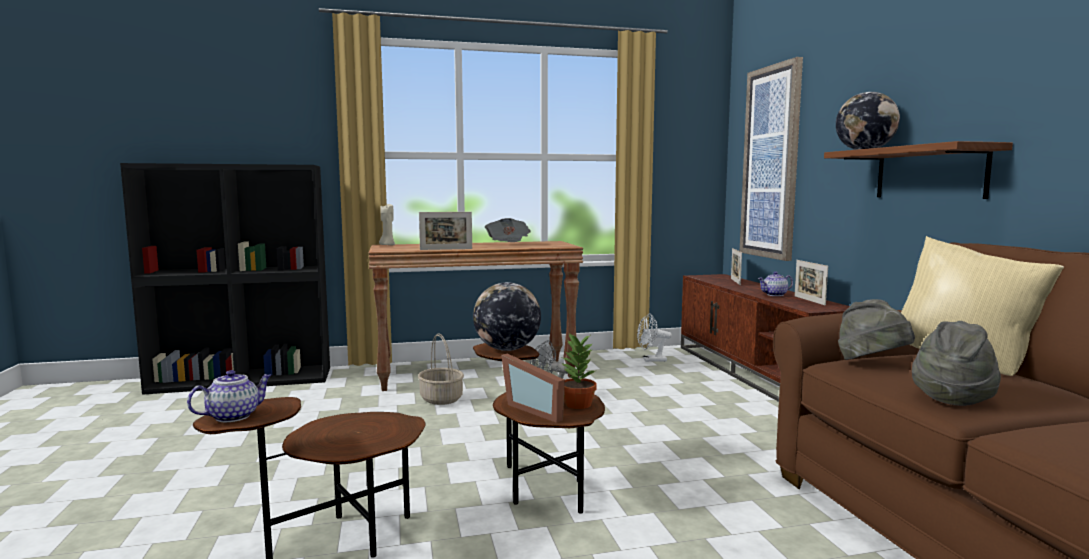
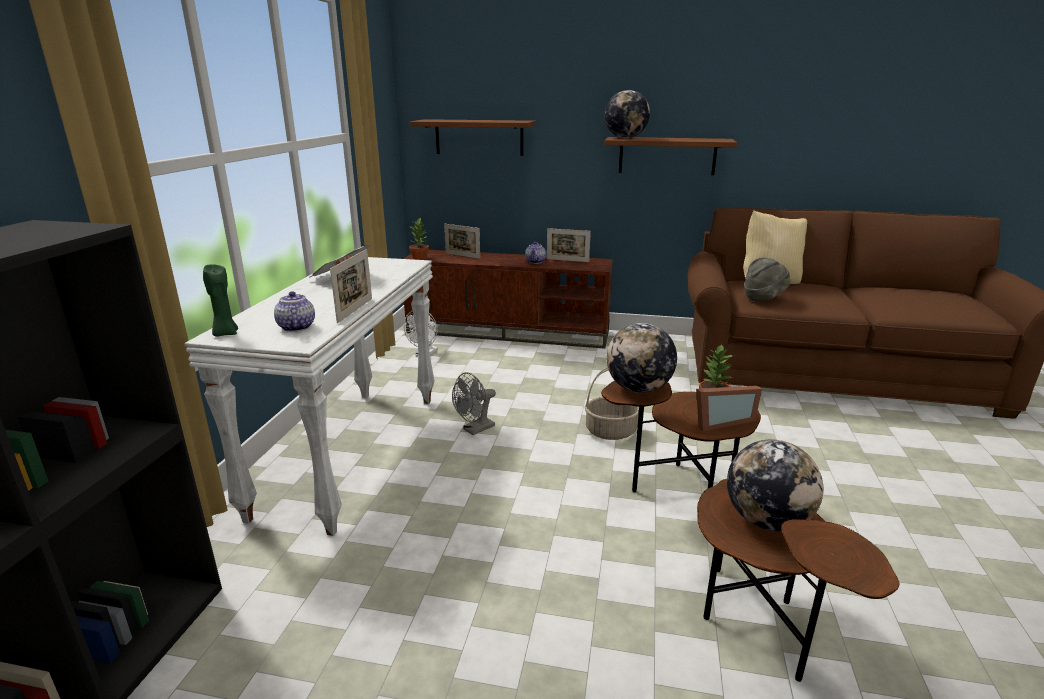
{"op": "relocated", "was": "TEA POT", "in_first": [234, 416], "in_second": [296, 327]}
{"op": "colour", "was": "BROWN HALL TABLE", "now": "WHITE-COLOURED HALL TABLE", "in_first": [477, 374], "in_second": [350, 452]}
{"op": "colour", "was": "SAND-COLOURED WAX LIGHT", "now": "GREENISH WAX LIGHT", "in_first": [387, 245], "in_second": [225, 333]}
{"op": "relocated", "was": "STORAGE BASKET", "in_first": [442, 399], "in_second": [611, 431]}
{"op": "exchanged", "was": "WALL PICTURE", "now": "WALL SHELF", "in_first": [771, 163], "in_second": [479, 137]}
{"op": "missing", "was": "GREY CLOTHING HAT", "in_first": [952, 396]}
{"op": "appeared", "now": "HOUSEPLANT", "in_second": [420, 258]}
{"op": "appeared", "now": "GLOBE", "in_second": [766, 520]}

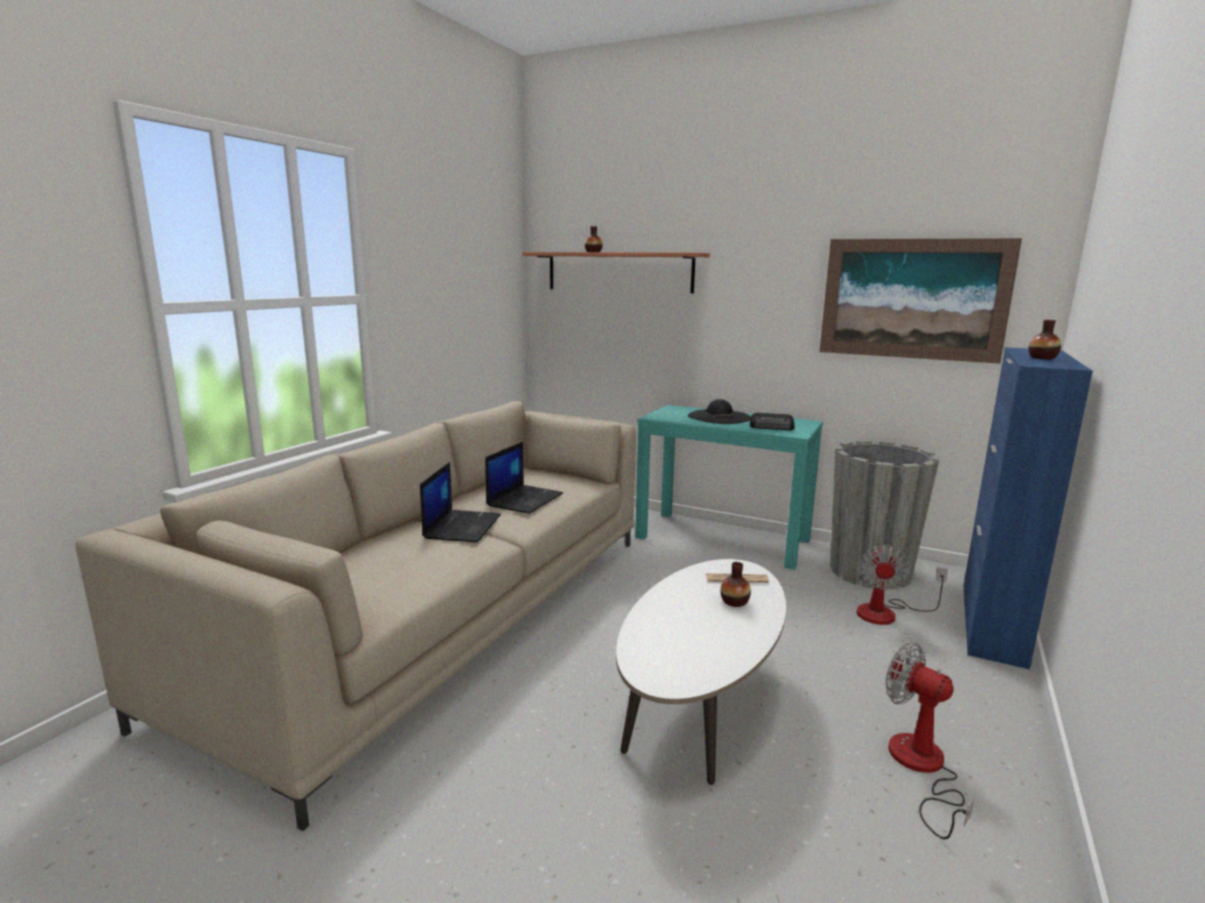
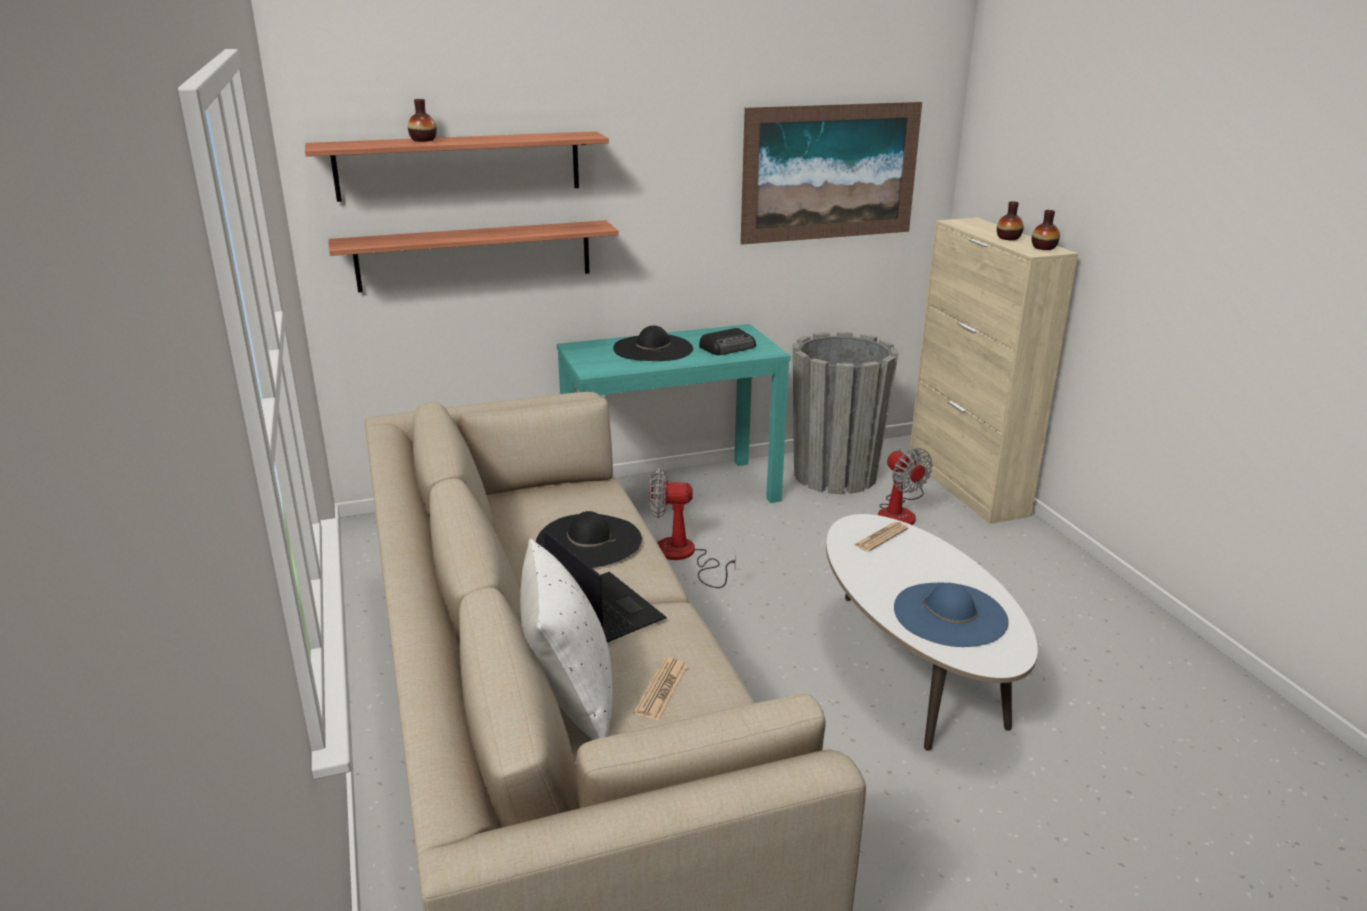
{"op": "exchanged", "was": "NOTEBOOK COMPUTER", "now": "BLACKISH CLOTHING HAT", "in_first": [525, 499], "in_second": [588, 540]}
{"op": "relocated", "was": "VASE", "in_first": [734, 602], "in_second": [1043, 248]}
{"op": "relocated", "was": "FAN", "in_first": [921, 768], "in_second": [684, 556]}
{"op": "colour", "was": "BLUISH CABINET", "now": "SAND-COLOURED CABINET", "in_first": [992, 623], "in_second": [966, 486]}
{"op": "appeared", "now": "WALL SHELF", "in_second": [475, 255]}
{"op": "appeared", "now": "WHITE-COLOURED THROW PILLOW", "in_second": [569, 700]}
{"op": "appeared", "now": "PRINTED PAPER", "in_second": [661, 689]}
{"op": "appeared", "now": "BLUISH CLOTHING HAT", "in_second": [950, 614]}

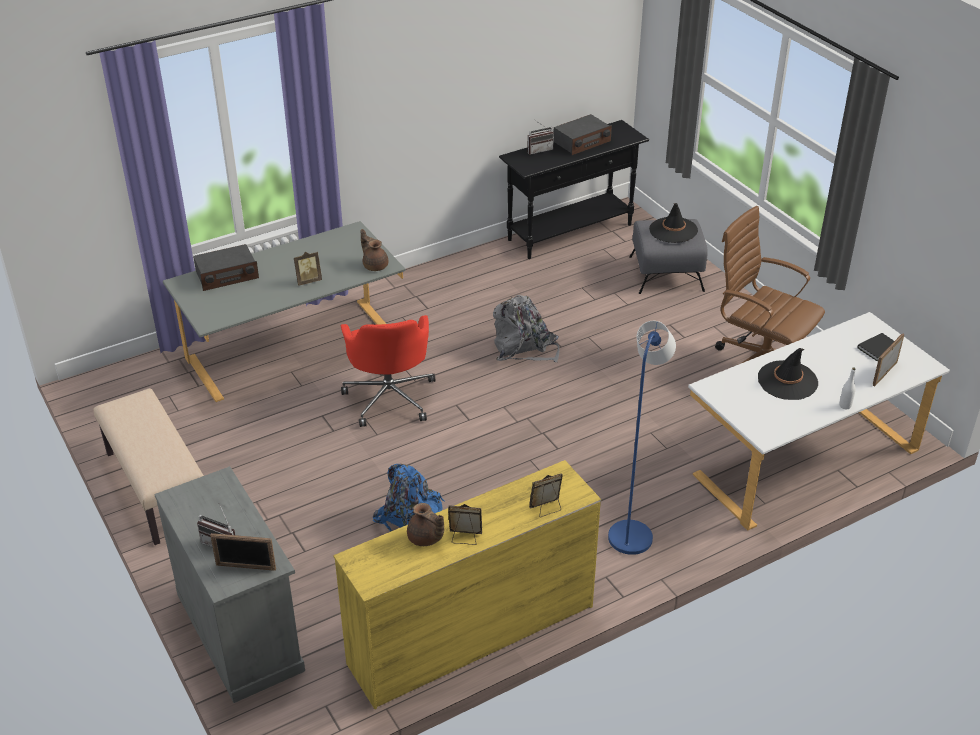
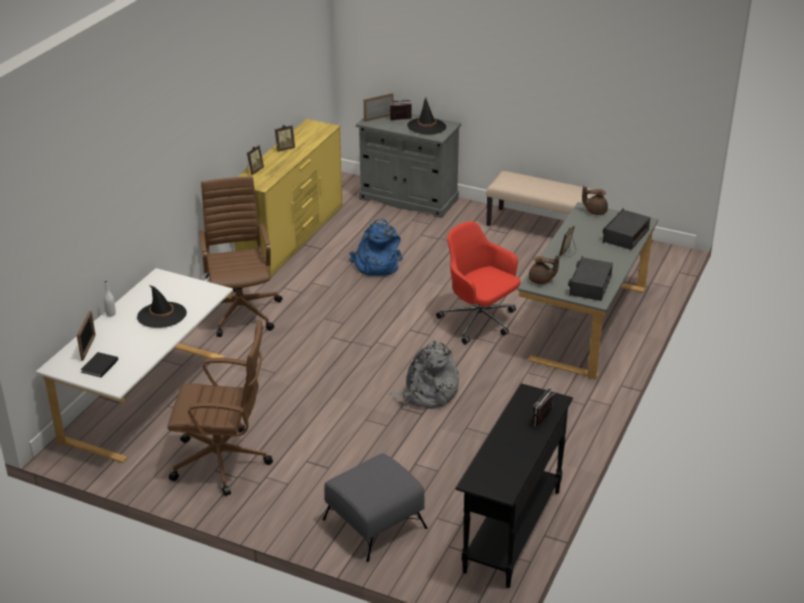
{"op": "relocated", "was": "BROWN TEA POT", "in_first": [425, 538], "in_second": [595, 211]}
{"op": "relocated", "was": "RADIO", "in_first": [582, 142], "in_second": [589, 286]}
{"op": "exchanged", "was": "BLUISH STANDING LAMP", "now": "BROWN COMPUTER CHAIR", "in_first": [633, 532], "in_second": [241, 311]}
{"op": "relocated", "was": "BLACKISH CLOTHING HAT", "in_first": [673, 230], "in_second": [426, 126]}

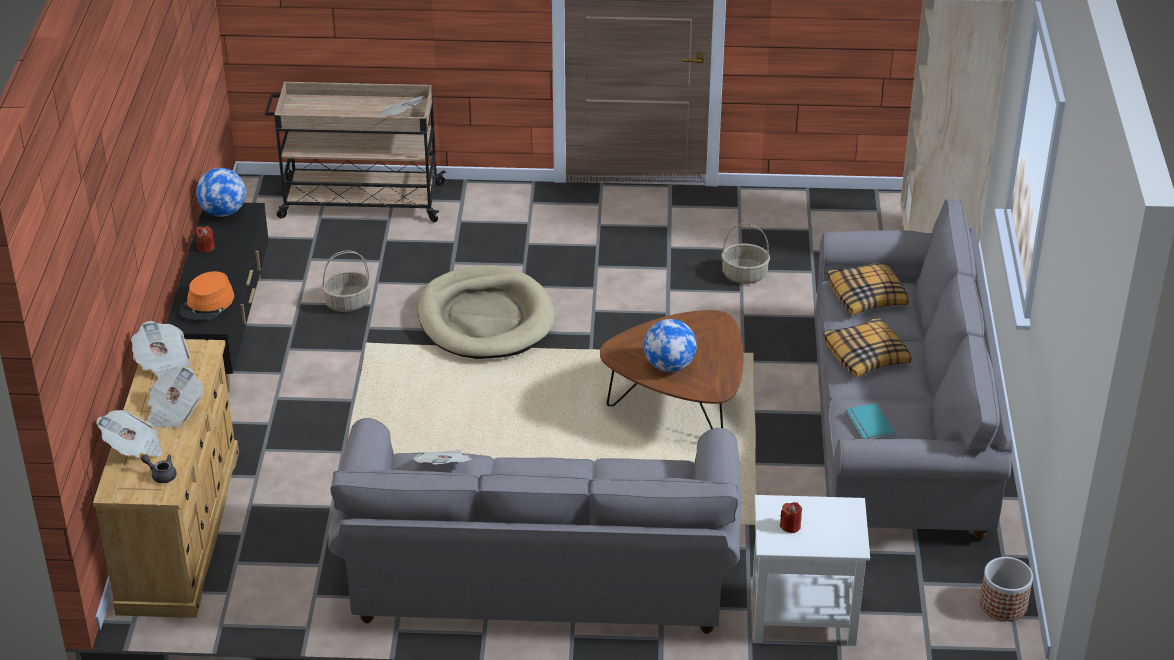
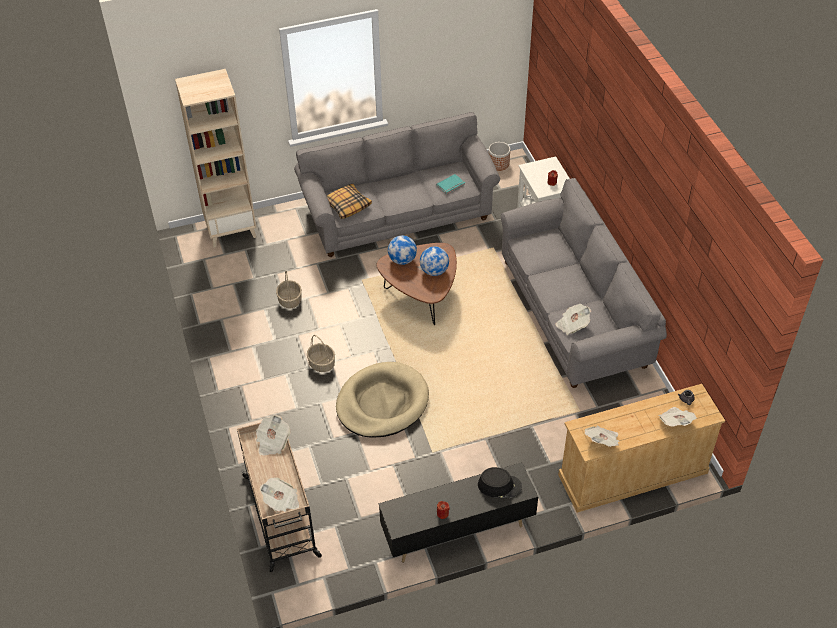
{"op": "relocated", "was": "PRINTED PAPER", "in_first": [174, 412], "in_second": [281, 501]}
{"op": "colour", "was": "ORANGE-COLOURED CLOTHING HAT", "now": "BLACKISH CLOTHING HAT", "in_first": [207, 304], "in_second": [499, 485]}
{"op": "relocated", "was": "GLOBE", "in_first": [223, 212], "in_second": [402, 260]}
{"op": "relocated", "was": "STORAGE BASKET", "in_first": [348, 302], "in_second": [321, 363]}
{"op": "missing", "was": "THROW PILLOW", "in_first": [866, 355]}

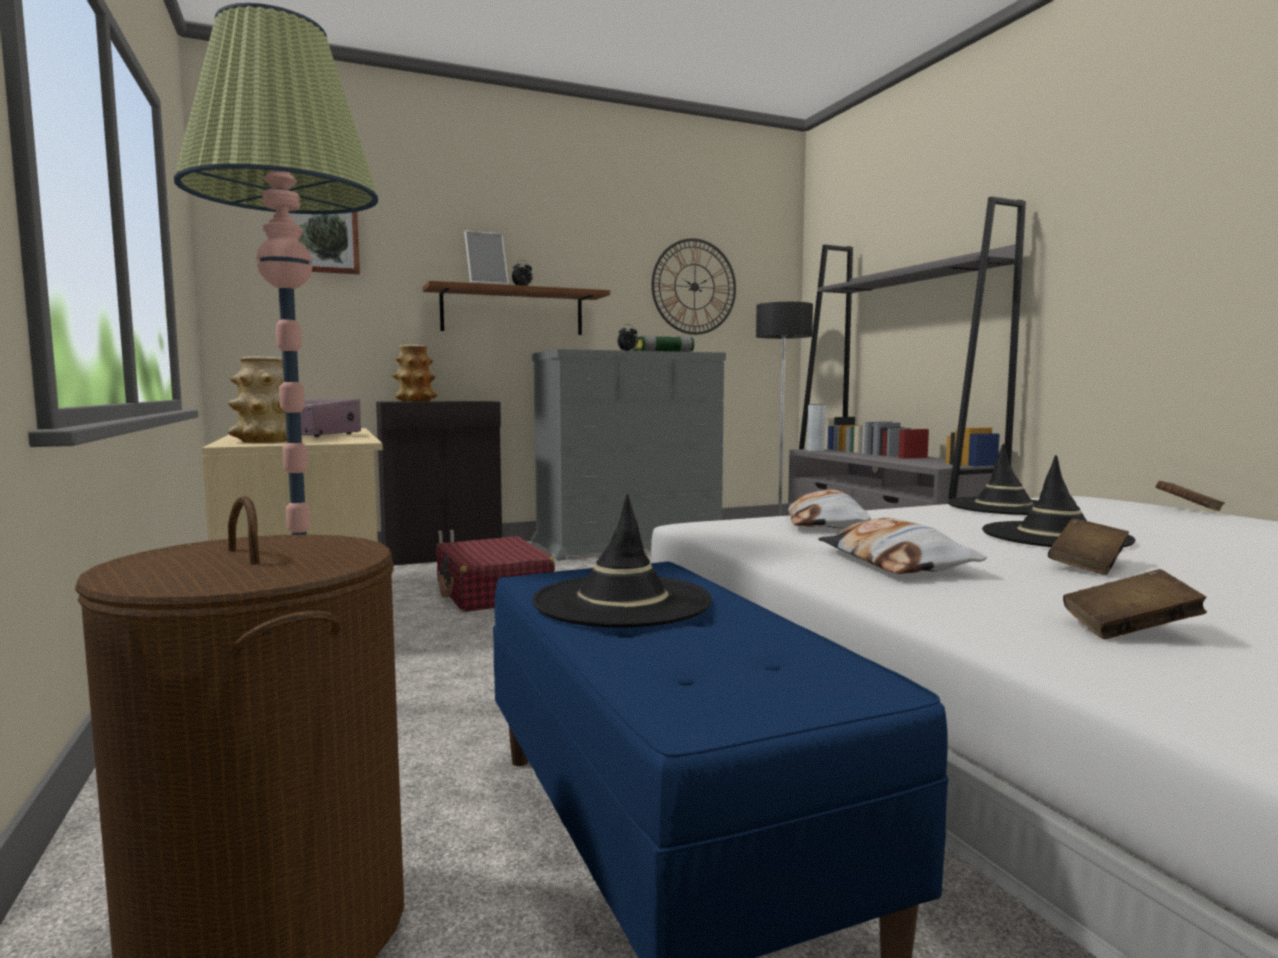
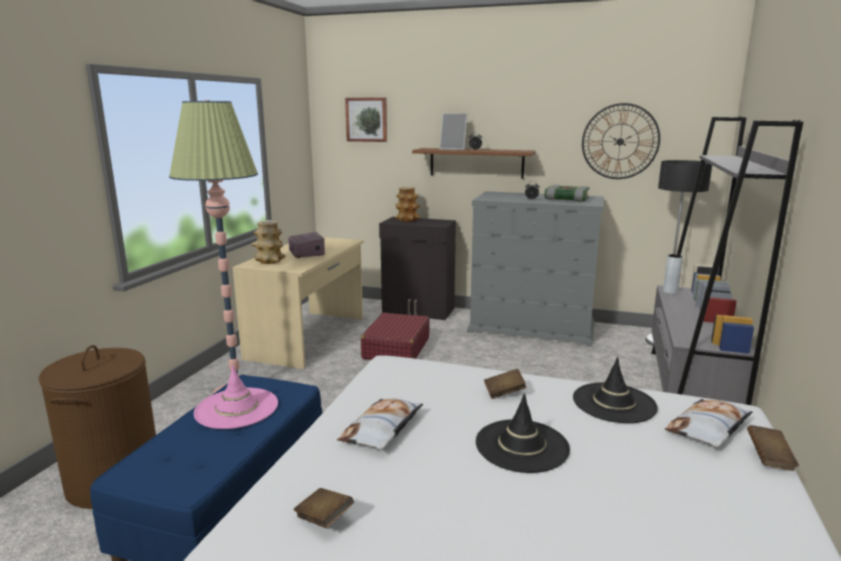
{"op": "colour", "was": "BLACKISH CLOTHING HAT", "now": "PINK CLOTHING HAT", "in_first": [622, 602], "in_second": [237, 408]}
{"op": "relocated", "was": "THROW PILLOW", "in_first": [826, 522], "in_second": [709, 428]}
{"op": "relocated", "was": "BROWN VOLUME", "in_first": [1087, 565], "in_second": [504, 392]}

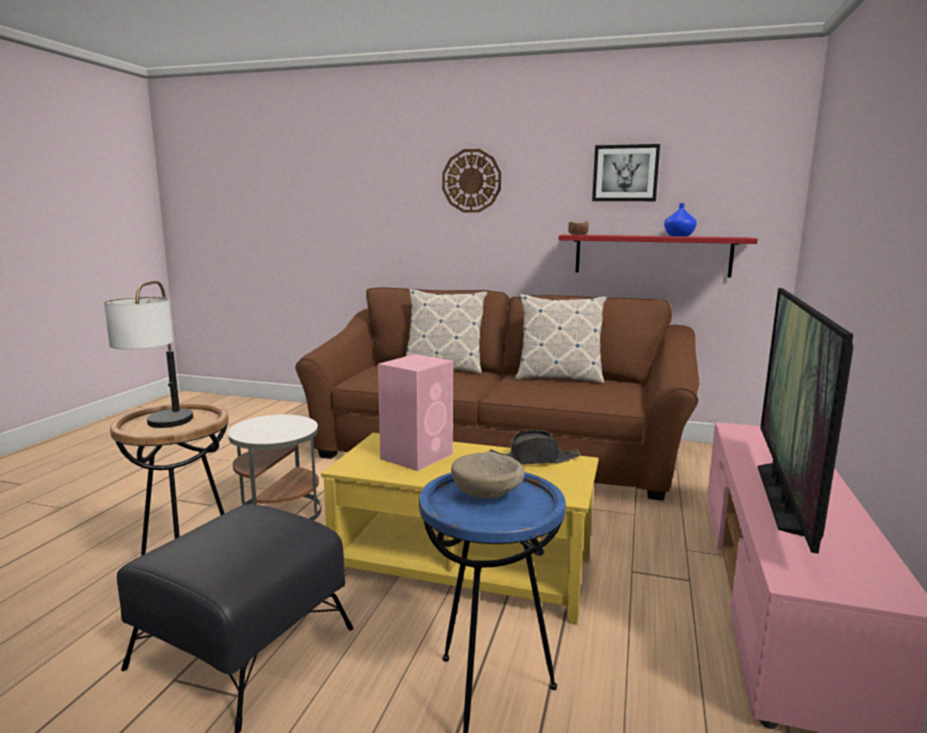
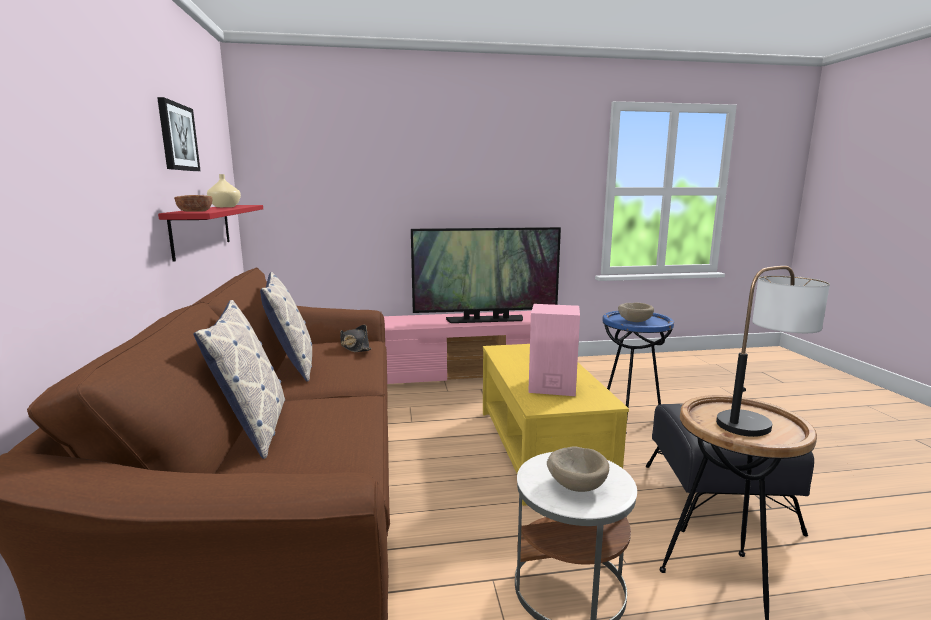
{"op": "missing", "was": "HANGING CLOCK", "in_first": [471, 181]}
{"op": "relocated", "was": "BLACKISH CLOTHING HAT", "in_first": [535, 460], "in_second": [354, 347]}
{"op": "colour", "was": "BLUISH VASE", "now": "SAND-COLOURED VASE", "in_first": [679, 236], "in_second": [225, 207]}
{"op": "appeared", "now": "SAND-COLOURED DEEP DISH", "in_second": [577, 484]}

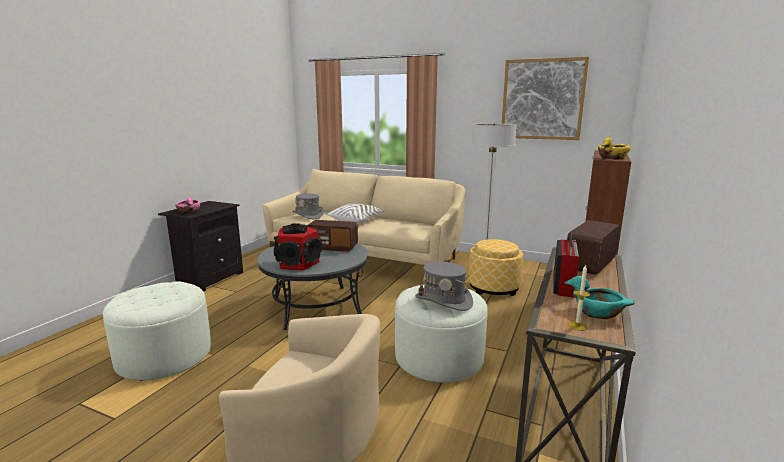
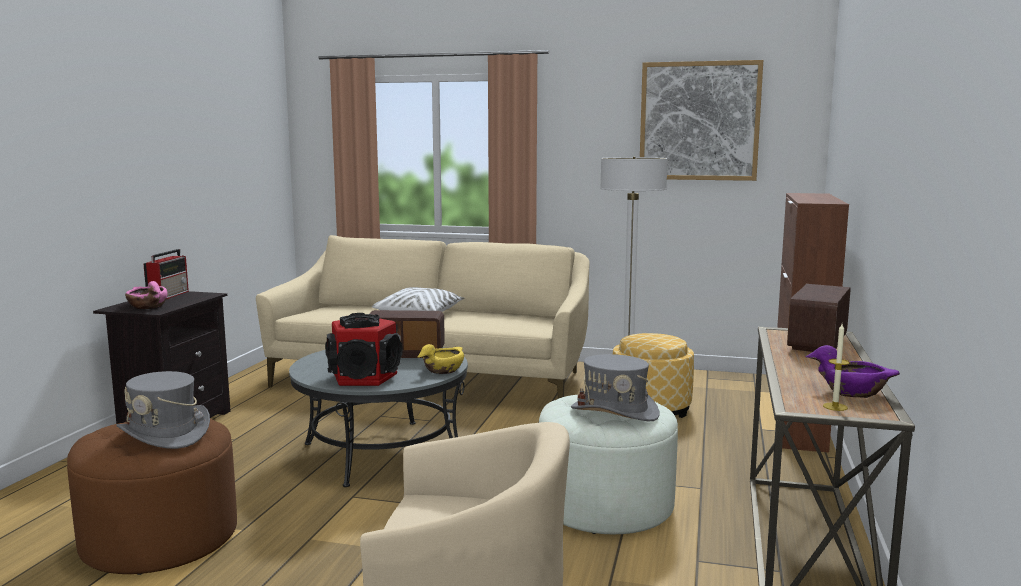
{"op": "colour", "was": "WHITE-COLOURED OTTOMAN", "now": "BROWN OTTOMAN", "in_first": [164, 356], "in_second": [160, 538]}
{"op": "relocated", "was": "GREY CLOTHING HAT", "in_first": [308, 215], "in_second": [165, 434]}
{"op": "relocated", "was": "RADIO", "in_first": [563, 285], "in_second": [169, 295]}
{"op": "colour", "was": "TURQUOISE DEEP DISH", "now": "PURPLE-COLOURED DEEP DISH", "in_first": [598, 312], "in_second": [854, 391]}
{"op": "relocated", "was": "YELLOW DEEP DISH", "in_first": [612, 158], "in_second": [443, 370]}

